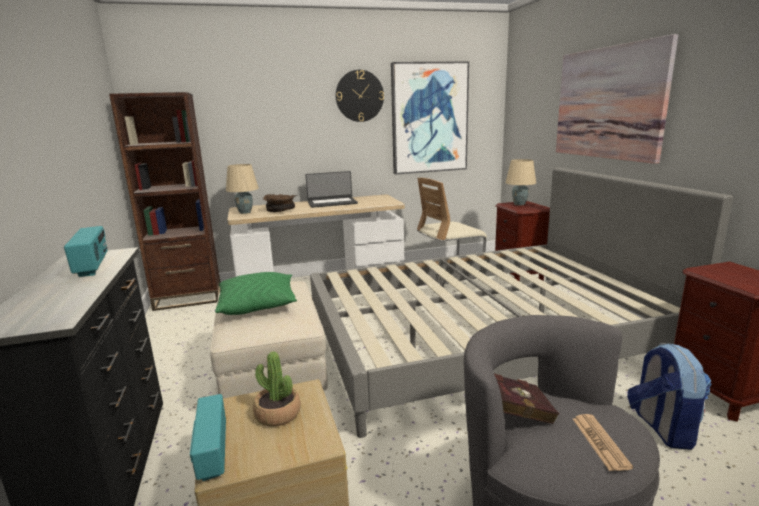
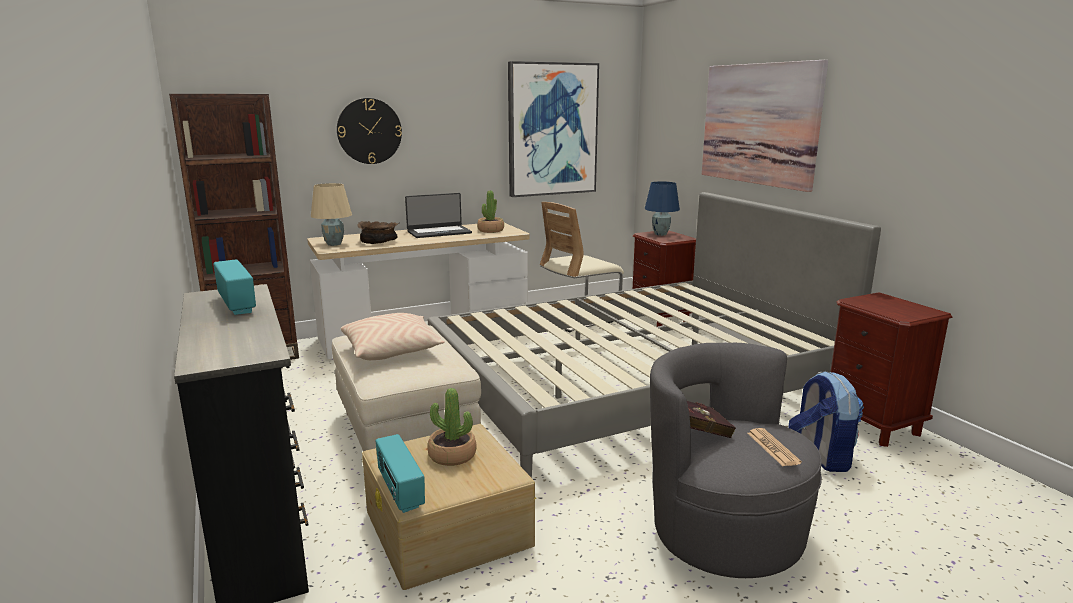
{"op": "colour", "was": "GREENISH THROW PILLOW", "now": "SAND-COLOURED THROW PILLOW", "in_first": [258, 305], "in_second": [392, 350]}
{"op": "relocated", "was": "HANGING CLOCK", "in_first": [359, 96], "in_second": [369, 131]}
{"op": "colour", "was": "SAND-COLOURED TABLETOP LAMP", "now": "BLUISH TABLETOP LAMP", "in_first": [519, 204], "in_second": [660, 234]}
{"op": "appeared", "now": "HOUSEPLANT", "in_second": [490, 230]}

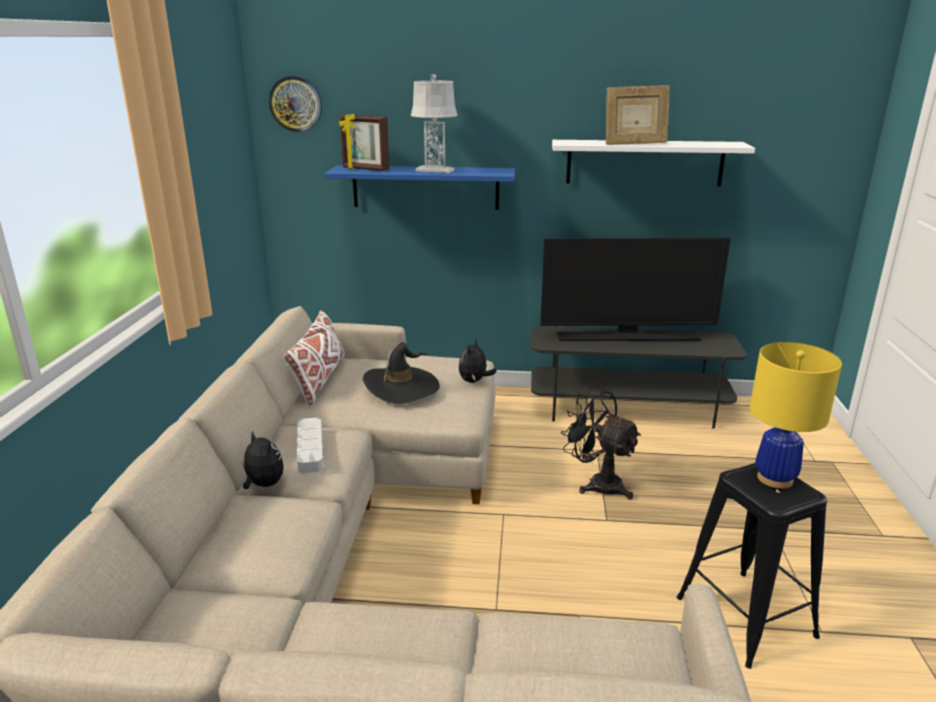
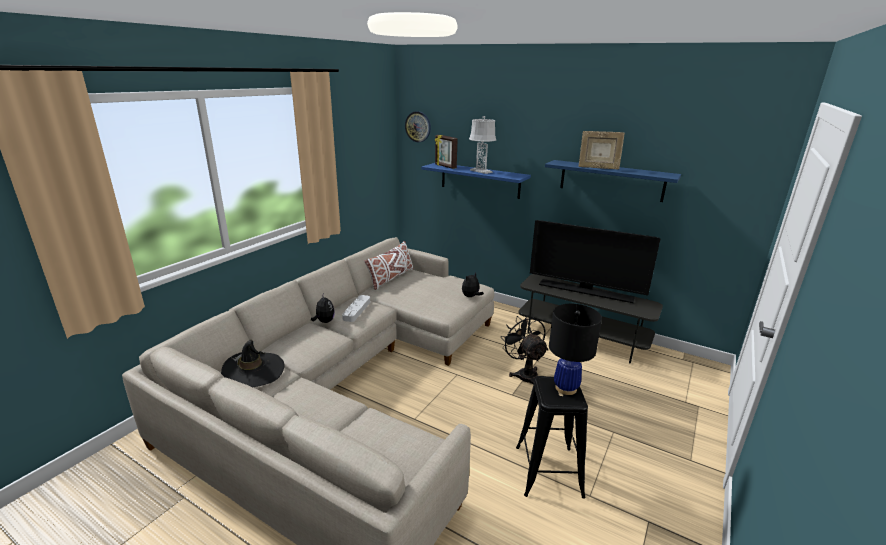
{"op": "relocated", "was": "BLACKISH CLOTHING HAT", "in_first": [401, 387], "in_second": [253, 372]}
{"op": "colour", "was": "WHITE-COLOURED WALL SHELF", "now": "BLUISH WALL SHELF", "in_first": [644, 162], "in_second": [611, 180]}
{"op": "colour", "was": "YELLOW TABLETOP LAMP", "now": "BLACKISH TABLETOP LAMP", "in_first": [775, 479], "in_second": [566, 388]}

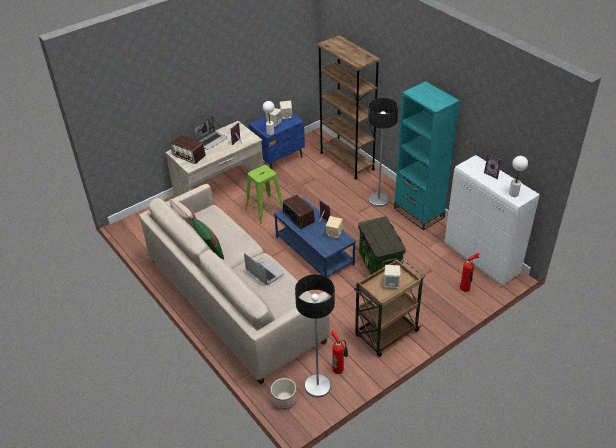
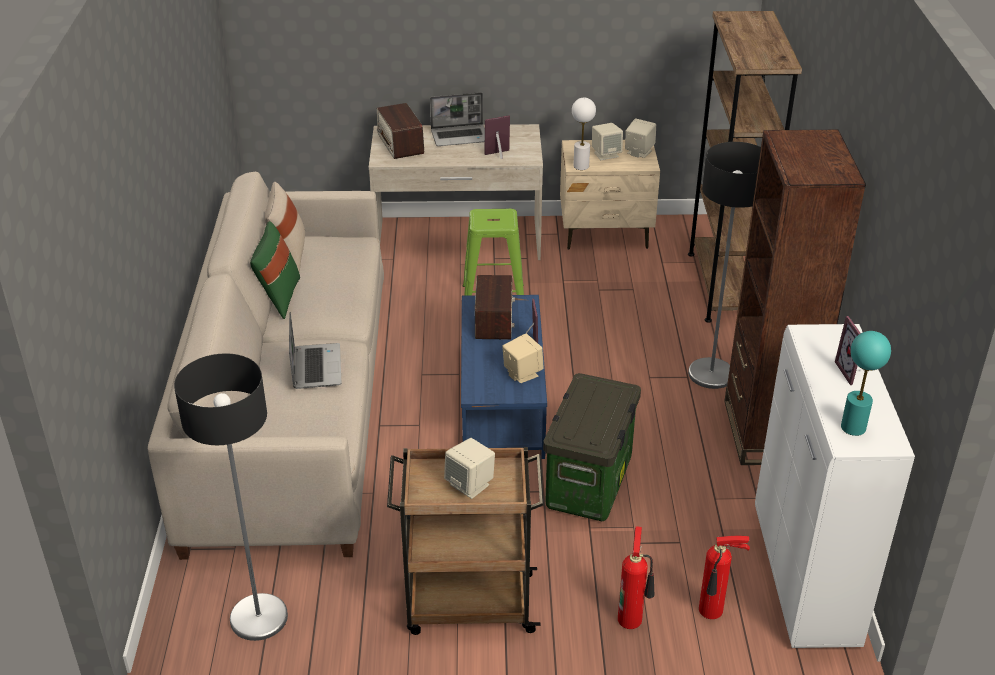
{"op": "colour", "was": "BLUISH NIGHT TABLE", "now": "SAND-COLOURED NIGHT TABLE", "in_first": [279, 158], "in_second": [606, 234]}
{"op": "missing", "was": "PLANTER", "in_first": [284, 400]}
{"op": "relocated", "was": "FIRE EXTINGUISHER", "in_first": [338, 368], "in_second": [632, 618]}
{"op": "colour", "was": "TURQUOISE BOOKCASE", "now": "BROWN BOOKCASE", "in_first": [418, 213], "in_second": [765, 432]}
{"op": "colour", "was": "WHITE-COLOURED TABLETOP LAMP", "now": "TURQUOISE TABLETOP LAMP", "in_first": [513, 194], "in_second": [853, 427]}

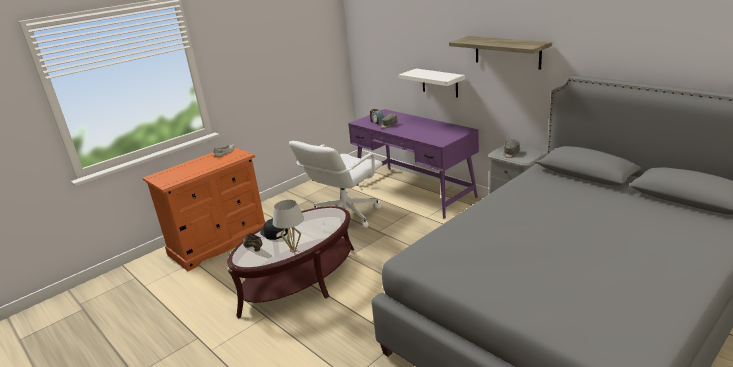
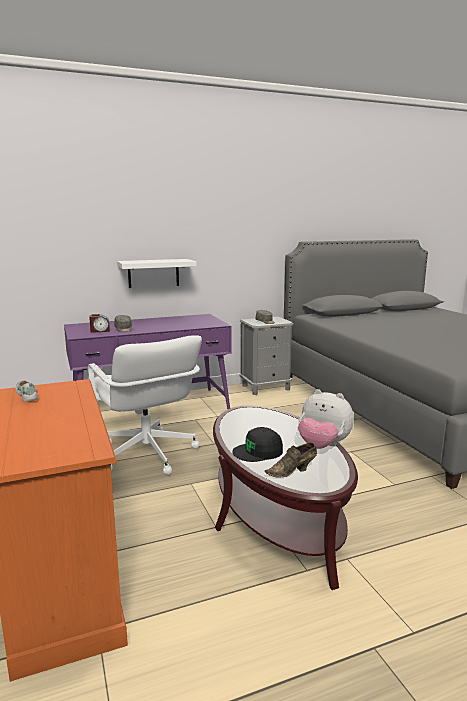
{"op": "exchanged", "was": "WHITE-COLOURED TABLETOP LAMP", "now": "PLUSH TOY", "in_first": [293, 250], "in_second": [323, 446]}
{"op": "missing", "was": "WALL SHELF", "in_first": [507, 52]}

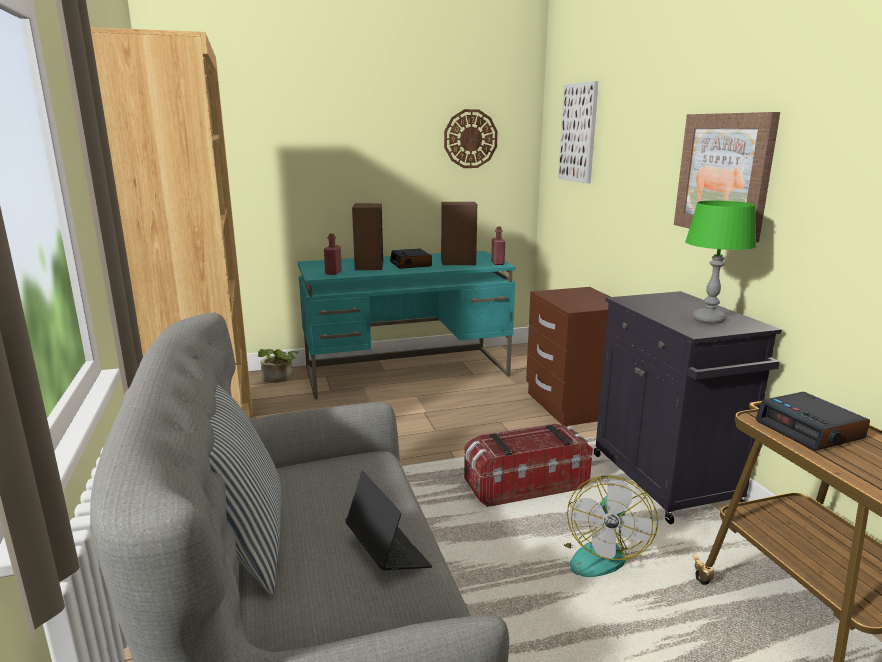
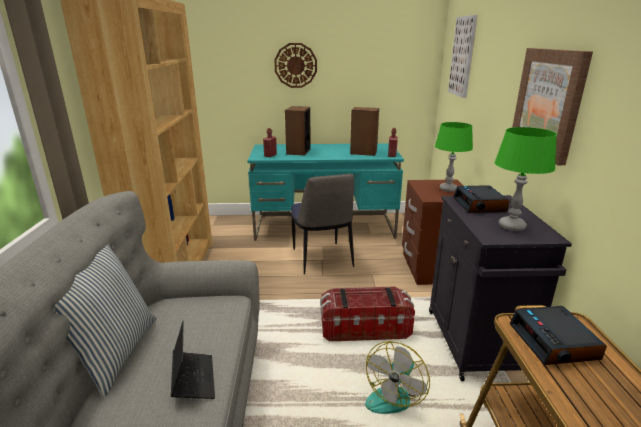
{"op": "missing", "was": "HOUSEPLANT", "in_first": [279, 378]}
{"op": "relocated", "was": "BEDSIDE CLOCK", "in_first": [411, 264], "in_second": [480, 205]}
{"op": "relocated", "was": "HANGING CLOCK", "in_first": [470, 139], "in_second": [295, 65]}
{"op": "appeared", "now": "UPRIGHT CHAIR", "in_second": [322, 259]}
{"op": "appeared", "now": "GREENISH TABLETOP LAMP", "in_second": [448, 189]}

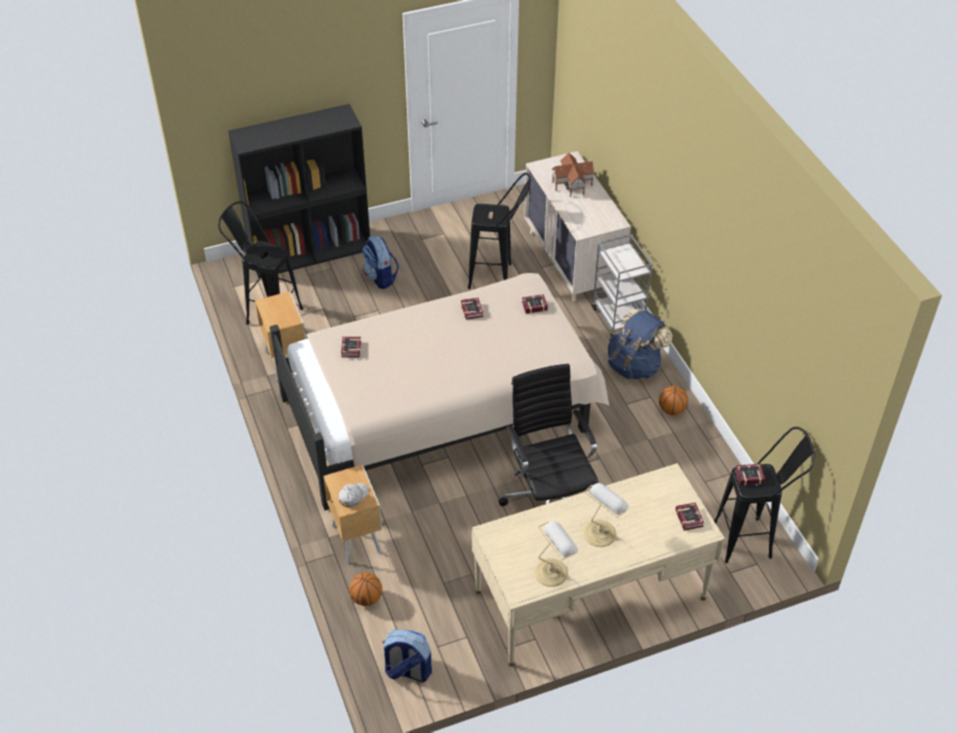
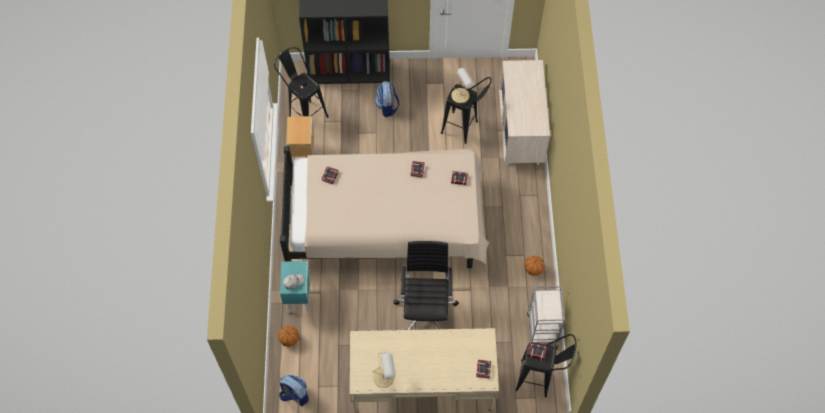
{"op": "colour", "was": "BROWN NIGHT TABLE", "now": "TURQUOISE NIGHT TABLE", "in_first": [357, 538], "in_second": [299, 297]}
{"op": "missing", "was": "MINIATURE HOUSE", "in_first": [571, 184]}
{"op": "relocated", "was": "TABLETOP LAMP", "in_first": [601, 532], "in_second": [461, 95]}
{"op": "relocated", "was": "GREY WHEELED CART", "in_first": [618, 319], "in_second": [542, 329]}
{"op": "missing", "was": "BLUISH RUCKSACK", "in_first": [634, 365]}

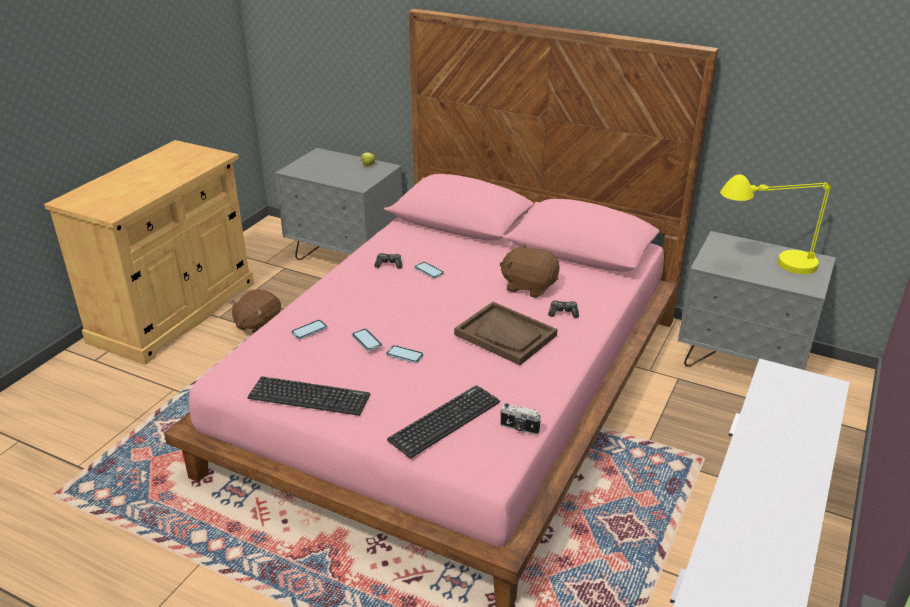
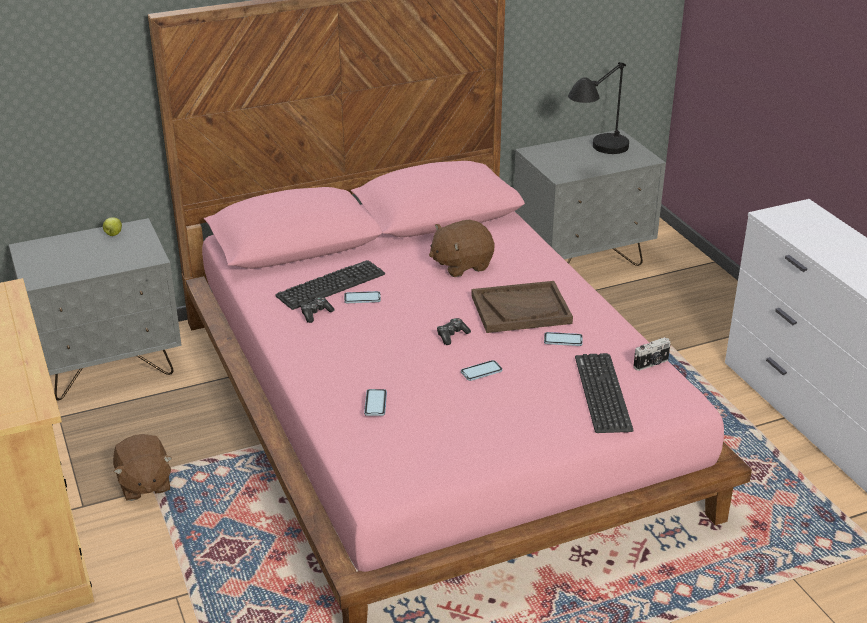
{"op": "relocated", "was": "COMPUTER KEYBOARD", "in_first": [309, 397], "in_second": [331, 285]}
{"op": "relocated", "was": "TELEPHONE", "in_first": [366, 341], "in_second": [563, 340]}
{"op": "relocated", "was": "GAME CONTROLLER", "in_first": [563, 313], "in_second": [452, 335]}
{"op": "colour", "was": "YELLOW TABLETOP LAMP", "now": "BLACKISH TABLETOP LAMP", "in_first": [765, 267], "in_second": [597, 158]}

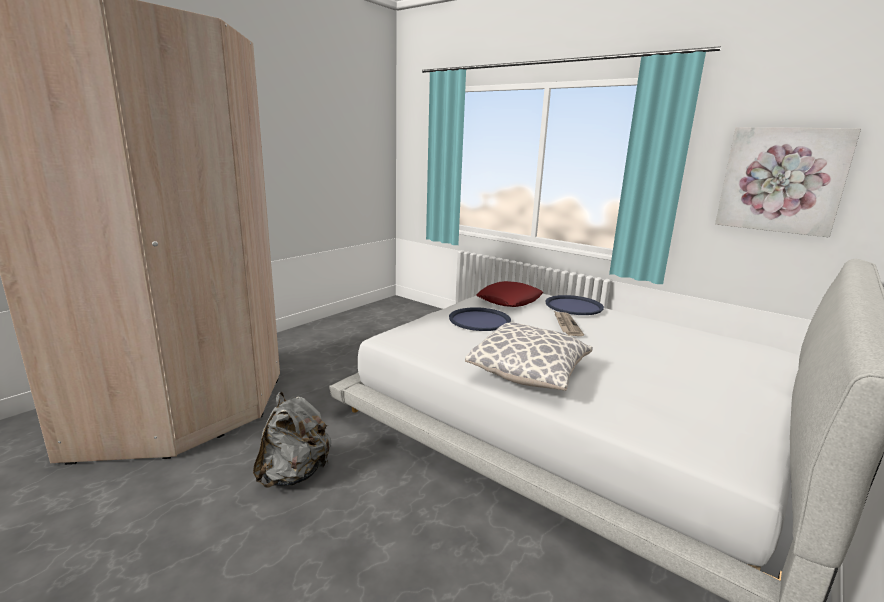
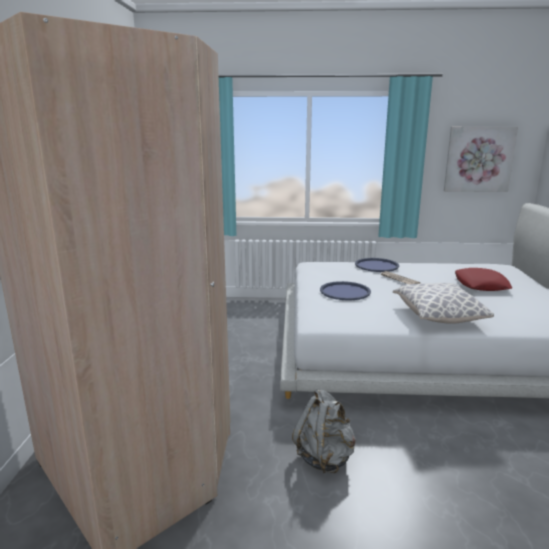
{"op": "relocated", "was": "REDDISH THROW PILLOW", "in_first": [509, 300], "in_second": [481, 285]}

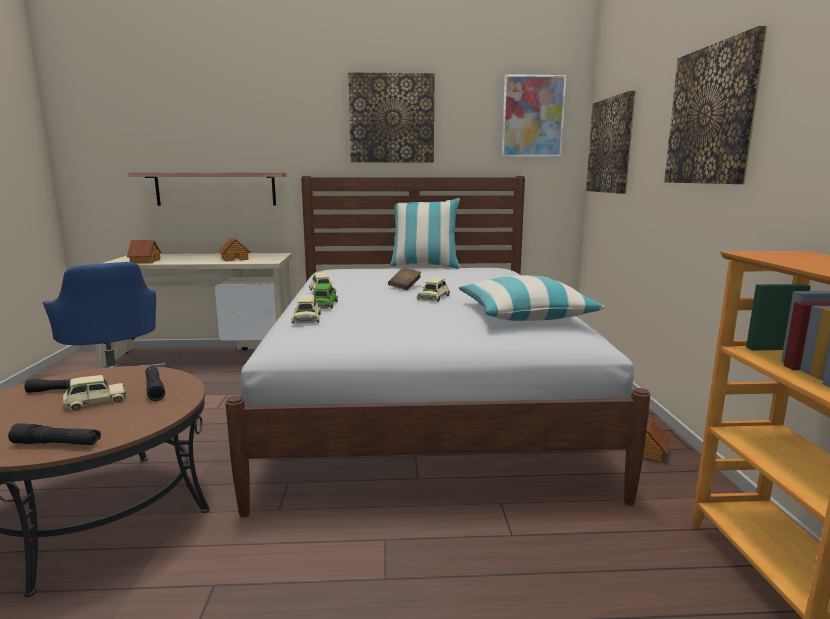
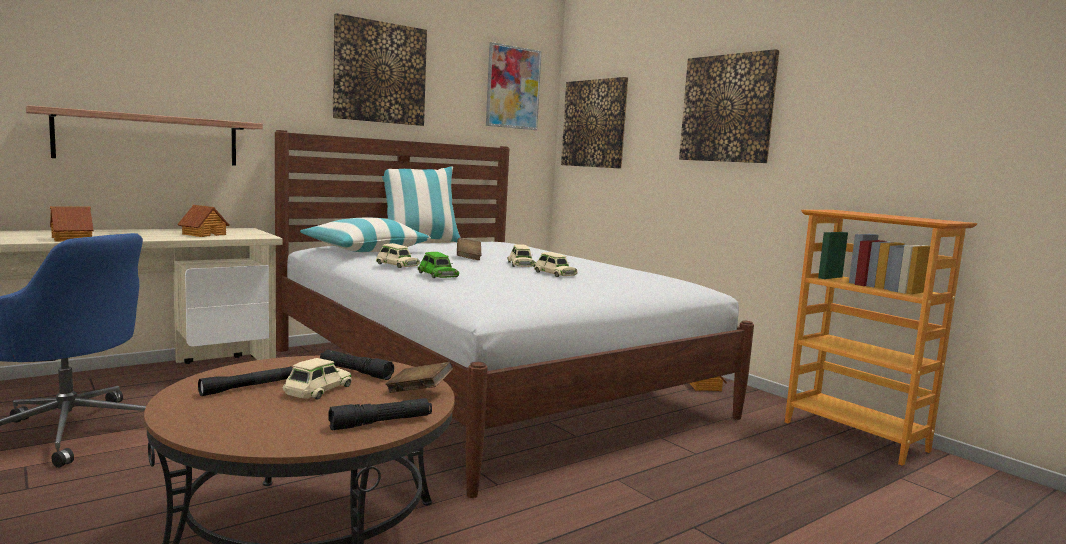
{"op": "relocated", "was": "SAND-COLOURED MINIATURE CAR", "in_first": [306, 318], "in_second": [554, 273]}
{"op": "relocated", "was": "THROW PILLOW", "in_first": [524, 314], "in_second": [365, 250]}
{"op": "appeared", "now": "BROWN VOLUME", "in_second": [419, 392]}

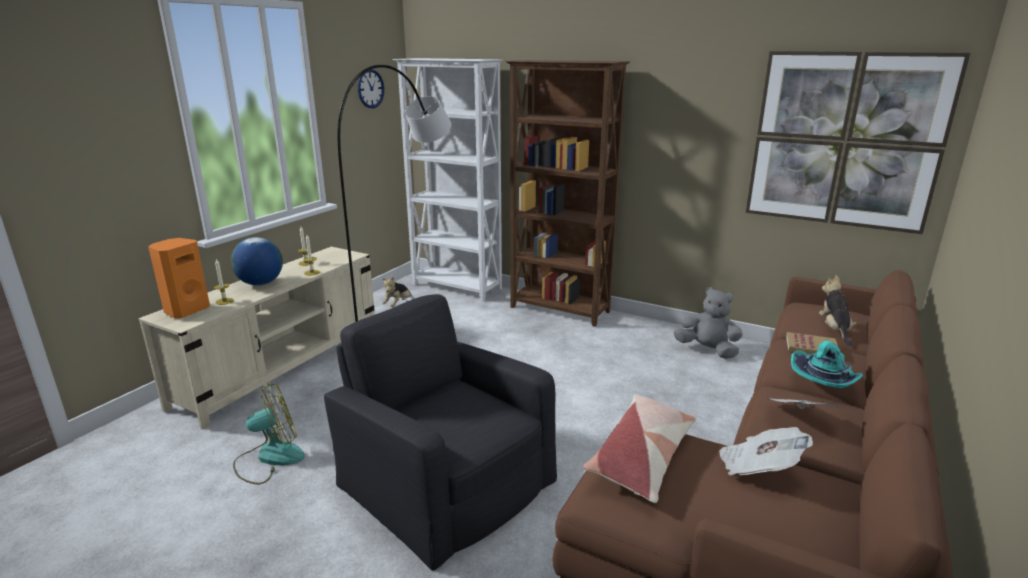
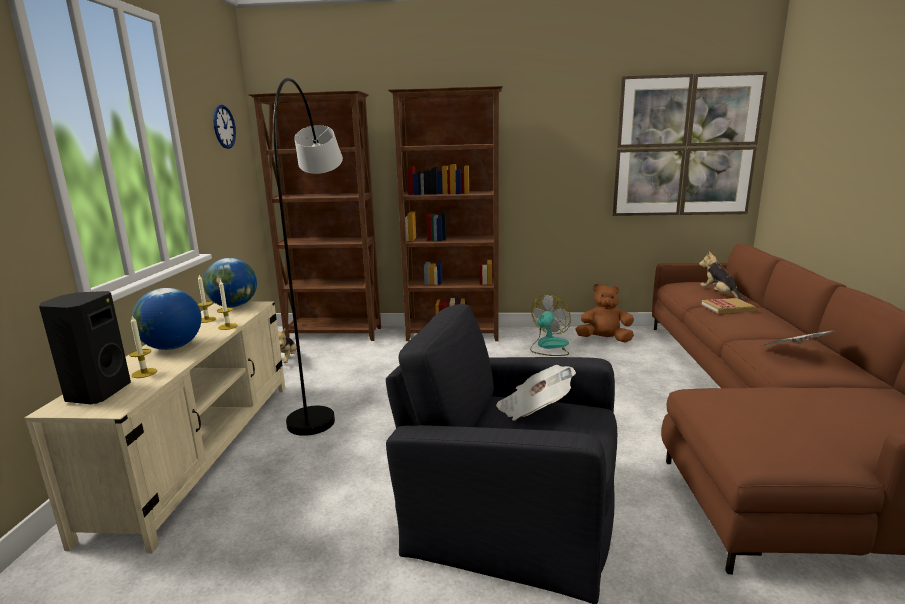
{"op": "colour", "was": "ORANGE-COLOURED LOUDSPEAKER", "now": "BLACKISH LOUDSPEAKER", "in_first": [186, 310], "in_second": [96, 393]}
{"op": "relocated", "was": "FAN", "in_first": [269, 458], "in_second": [548, 346]}
{"op": "colour", "was": "WHITE-COLOURED BOOKCASE", "now": "BROWN BOOKCASE", "in_first": [456, 287], "in_second": [334, 334]}
{"op": "missing", "was": "THROW PILLOW", "in_first": [642, 456]}
{"op": "colour", "was": "GREY PLUSH TOY", "now": "BROWN PLUSH TOY", "in_first": [707, 350], "in_second": [604, 340]}
{"op": "relocated", "was": "PRINTED PAPER", "in_first": [758, 468], "in_second": [534, 410]}
{"op": "missing", "was": "TURQUOISE CLOTHING HAT", "in_first": [824, 380]}
{"op": "appeared", "now": "GLOBE", "in_second": [234, 306]}

